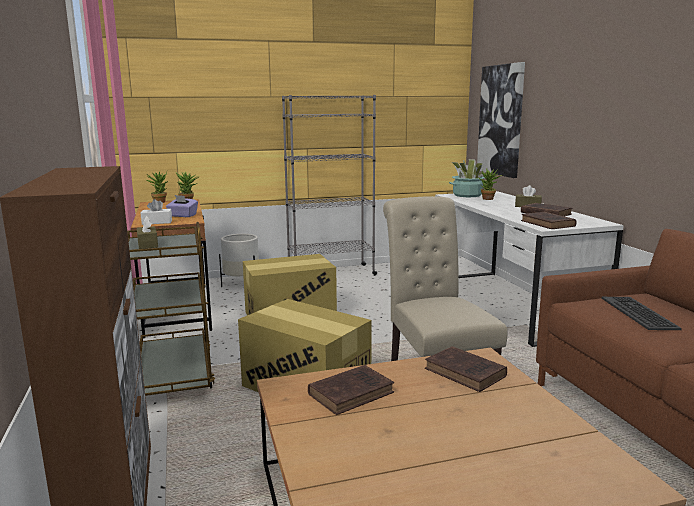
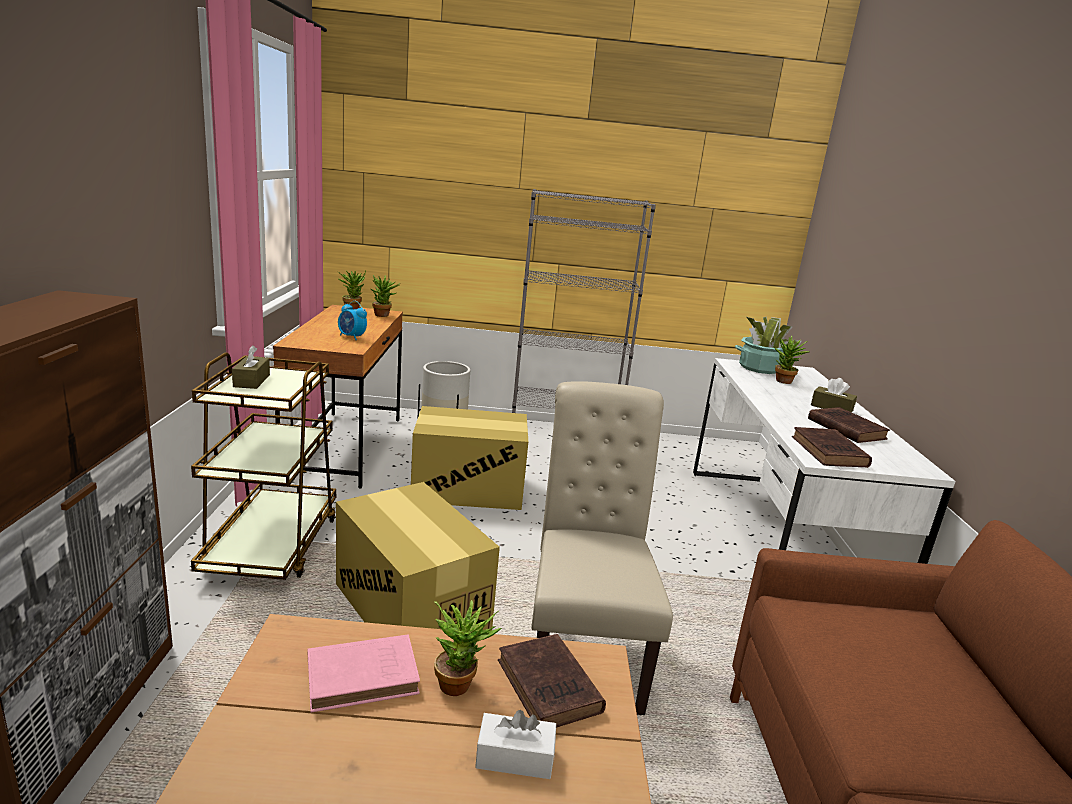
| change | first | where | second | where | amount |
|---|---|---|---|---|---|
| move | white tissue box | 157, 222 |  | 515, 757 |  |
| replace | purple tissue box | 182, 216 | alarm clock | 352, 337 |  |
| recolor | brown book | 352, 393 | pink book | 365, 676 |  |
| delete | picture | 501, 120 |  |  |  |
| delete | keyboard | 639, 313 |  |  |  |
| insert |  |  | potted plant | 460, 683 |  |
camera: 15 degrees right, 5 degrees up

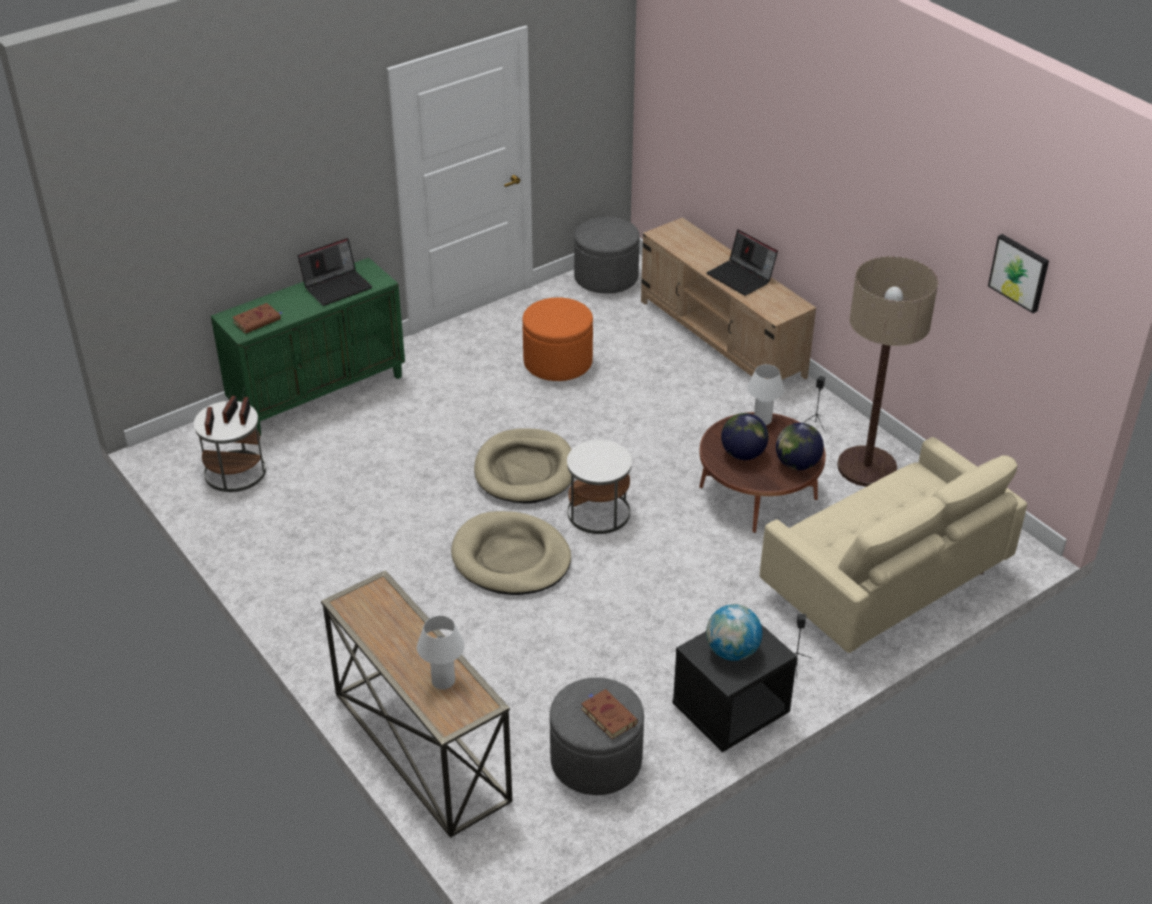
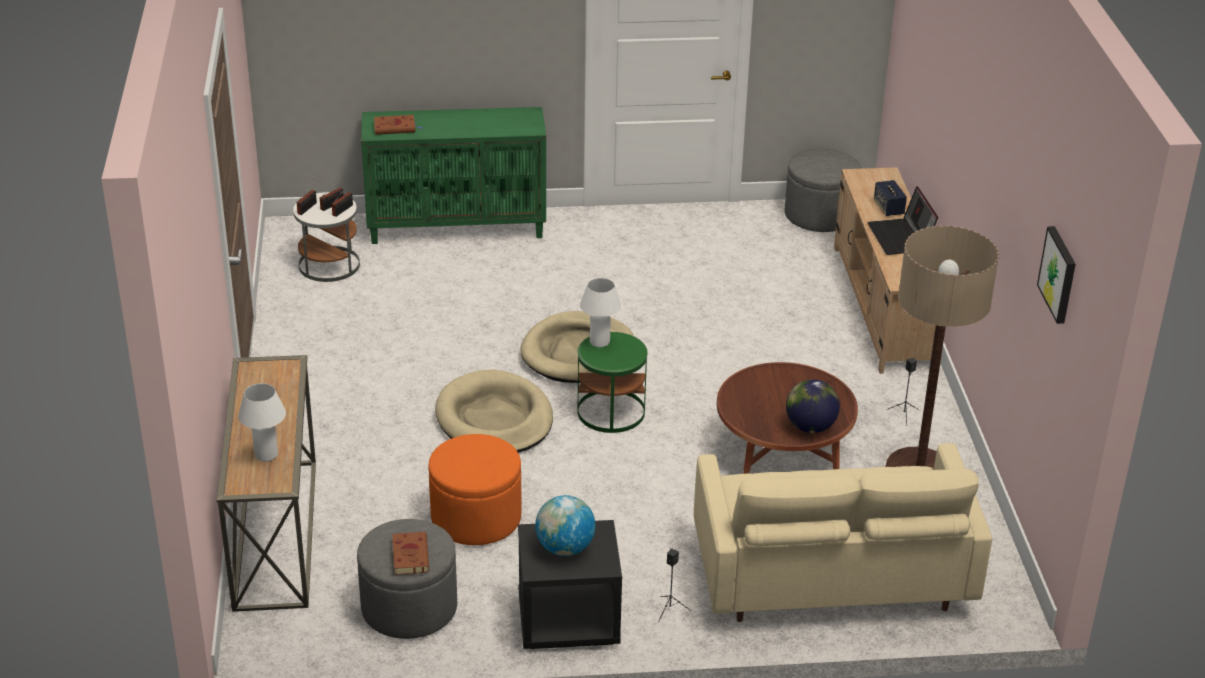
| change | first | where | second | where | amount |
|---|---|---|---|---|---|
| delete | laptop | 337, 286 |  |  |  |
| move | orange ottoman | 558, 362 |  | 476, 518 |  |
| recolor | white side table | 599, 512 | green side table | 611, 412 |  |
| delete | globe | 743, 454 |  |  |  |
| move | white table lamp | 762, 420 |  | 599, 342 |  |
| insert |  |  | speaker | 888, 208 |  |
camera: 30 degrees right, 5 degrees down

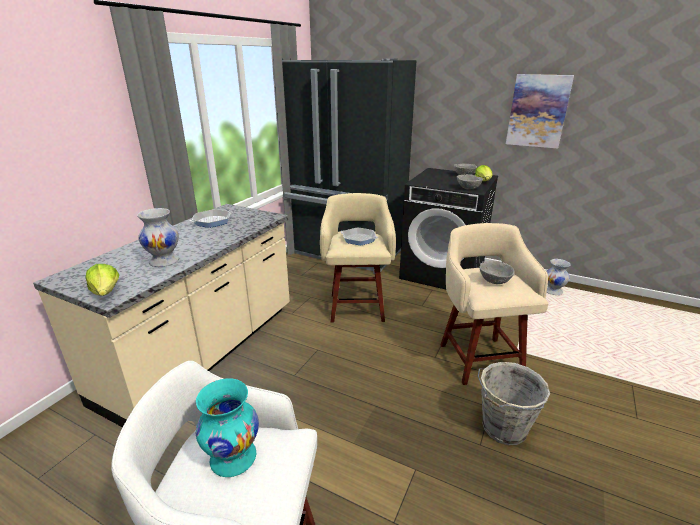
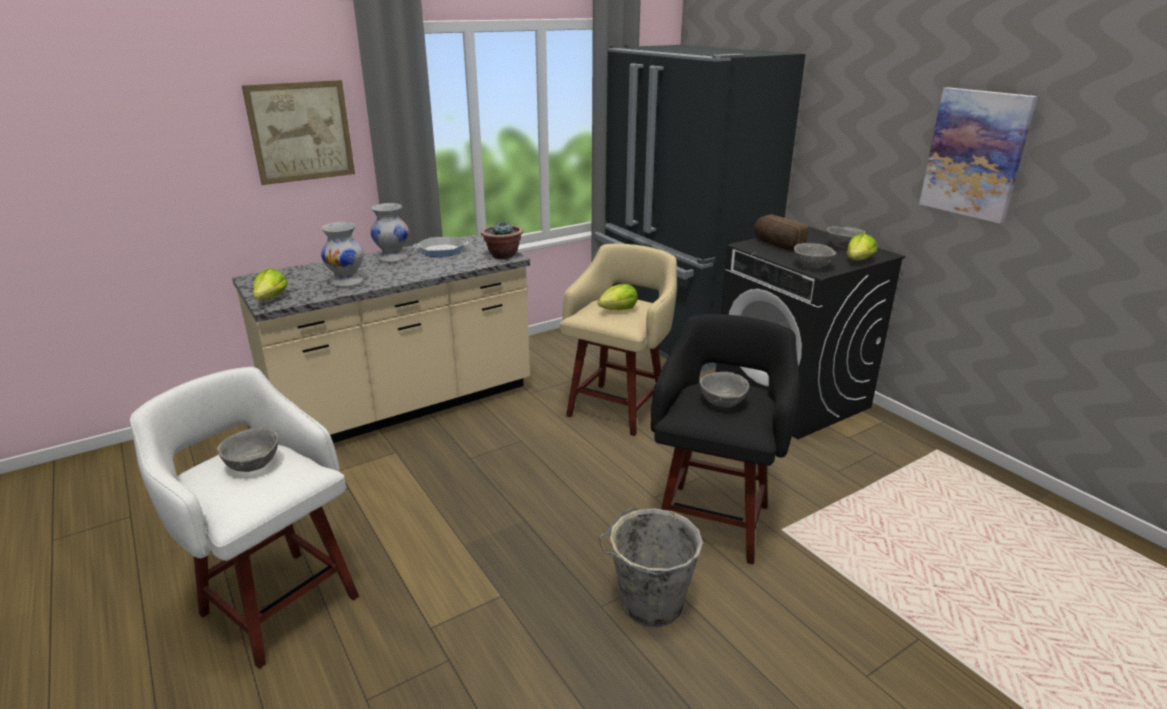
| change | first | where | second | where | amount |
|---|---|---|---|---|---|
| replace | turquoise vase | 233, 457 | grey bowl | 254, 464 |  |
| replace | frying pan | 359, 239 | lettuce | 618, 310 |  |
| recolor | beige stool | 479, 358 | black stool | 713, 519 |  |
| move | white vase | 553, 291 |  | 393, 258 |  |
| insert |  |  | picture | 301, 132 |  |
| insert |  |  | potted plant | 503, 255 |  |
| insert |  |  | bread | 776, 245 |  |
camera: 30 degrees right, 0 degrees up

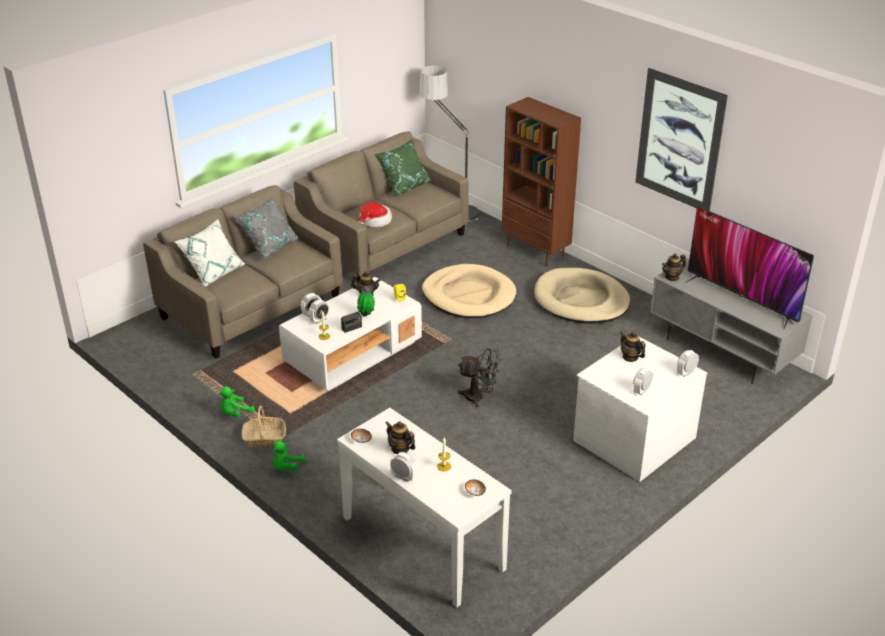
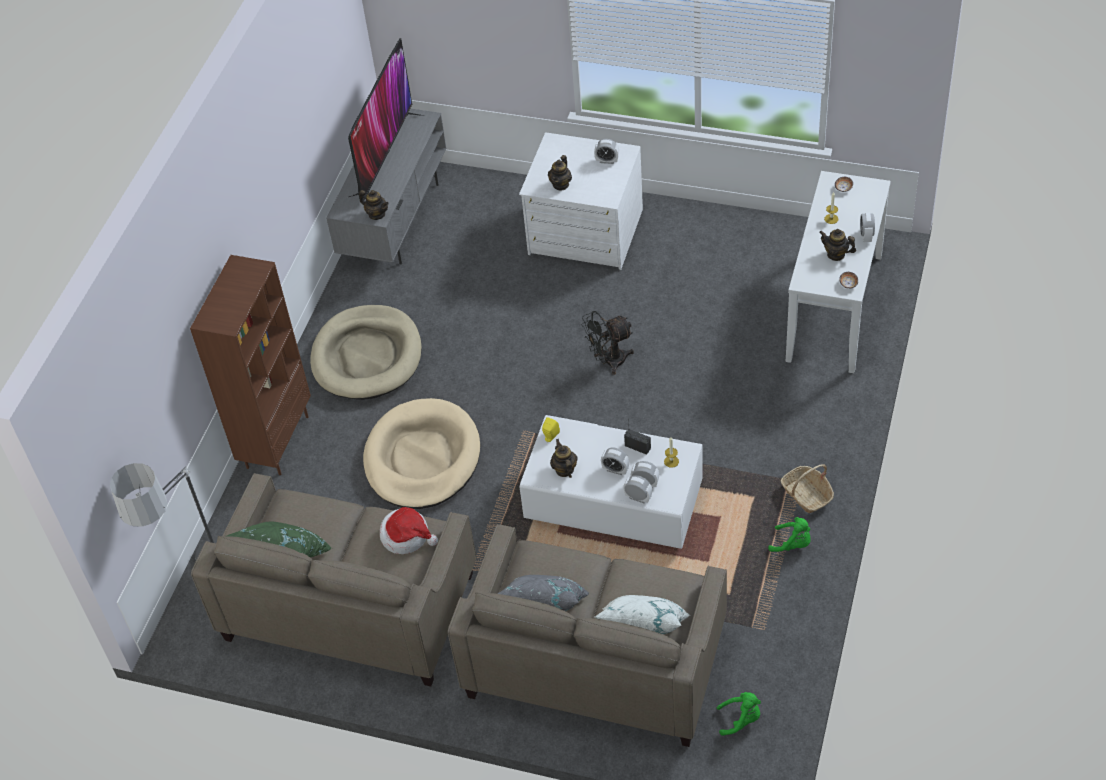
| change | first | where | second | where | amount |
|---|---|---|---|---|---|
| move | green plush toy | 286, 467 |  | 741, 720 |  |
| delete | potted plant | 366, 315 |  |  |  |
| rotate | teapot | 400, 449 |  | 836, 254 | 105 degrees clockwise |
| rotate | black fan | 479, 398 |  | 609, 361 | 105 degrees counterclockwise |
| delete | picture | 679, 140 |  |  |  |
| move | alarm clock | 686, 372 |  | 615, 470 |  |
camera: 115 degrees left, 15 degrees up

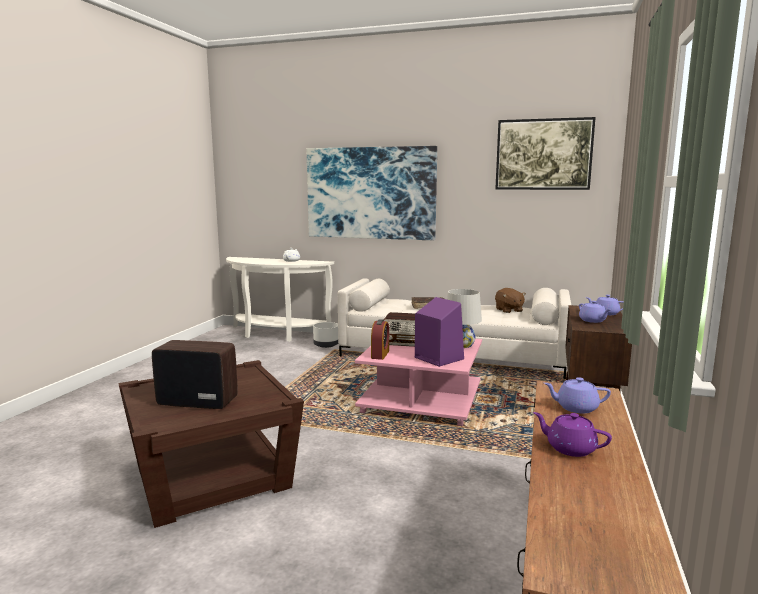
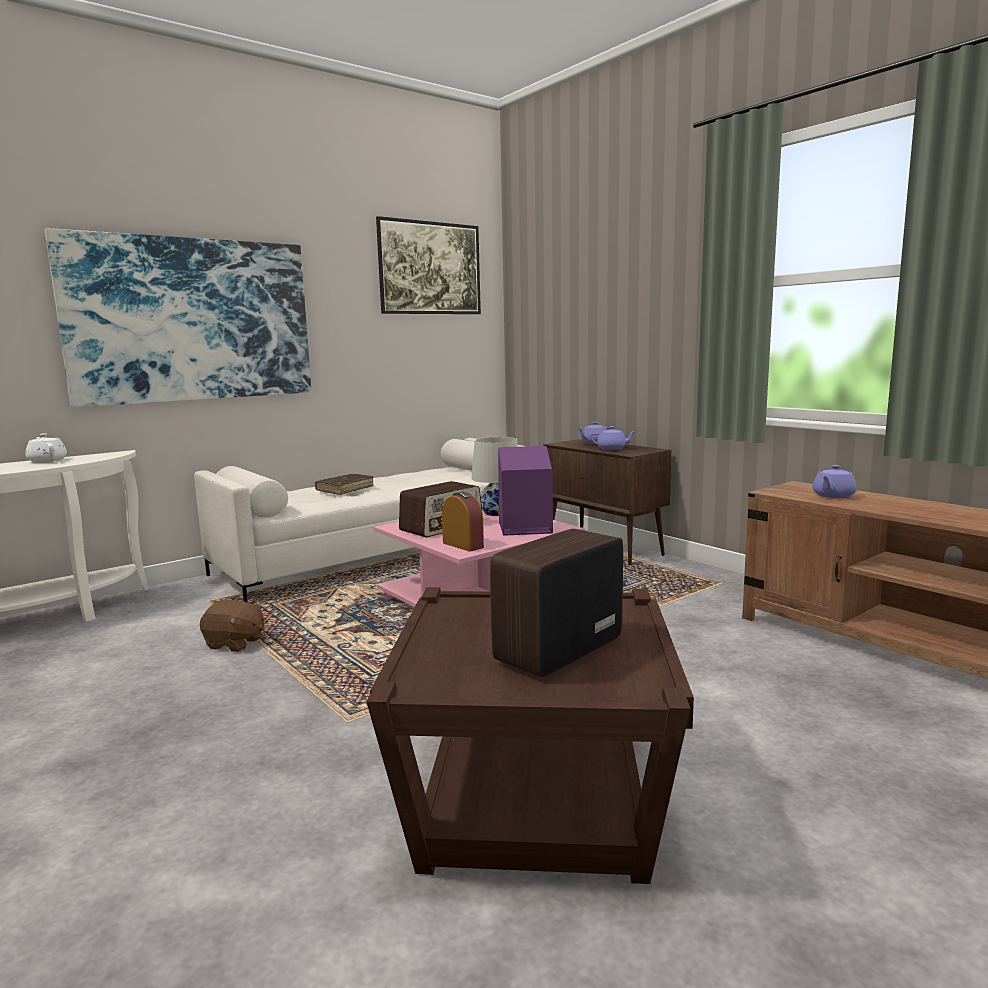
| change | first | where | second | where | amount |
|---|---|---|---|---|---|
| delete | white planter | 326, 345 |  |  |  |
| move | brown plush toy | 508, 310 |  | 235, 643 |  |
| delete | purple teapot | 569, 448 |  |  |  |
camera: 55 degrees left, 0 degrees up

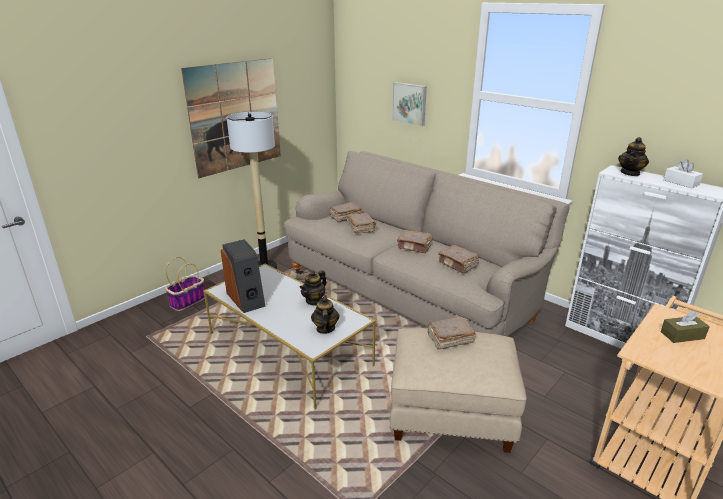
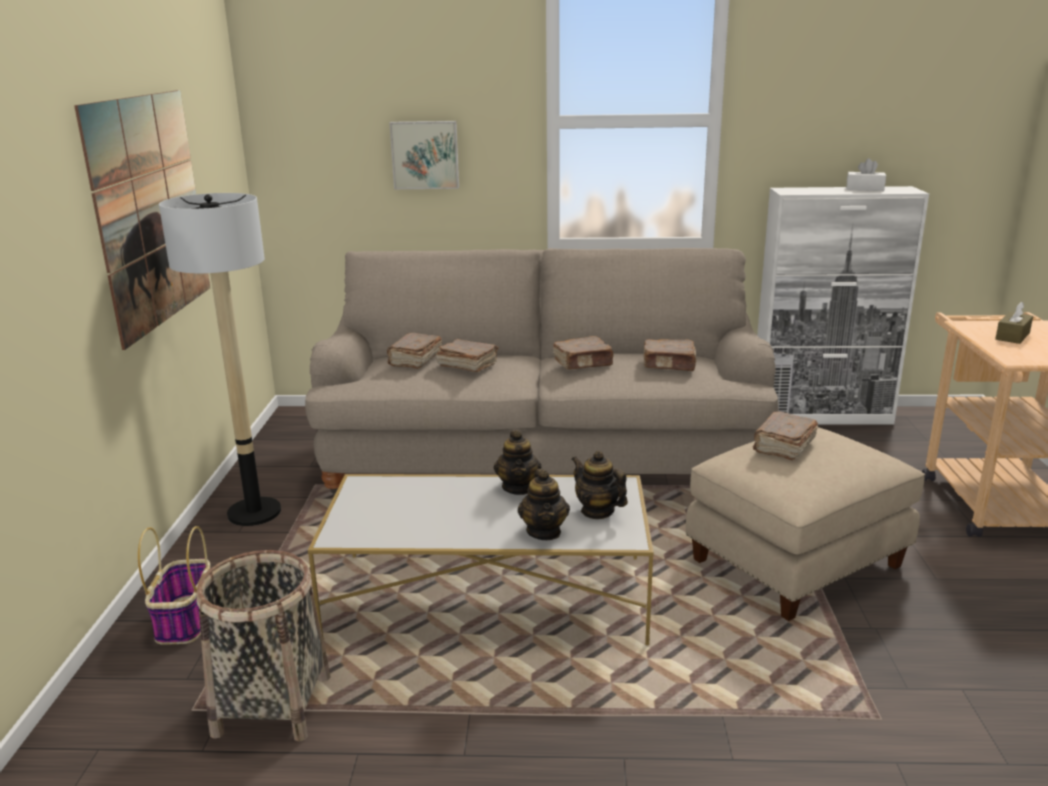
| change | first | where | second | where | amount |
|---|---|---|---|---|---|
| delete | speaker | 246, 299 |  |  |  |
| move | teapot | 630, 173 |  | 544, 531 |  |
| insert |  |  | basket | 273, 705 |  |
camera: 40 degrees left, 5 degrees down

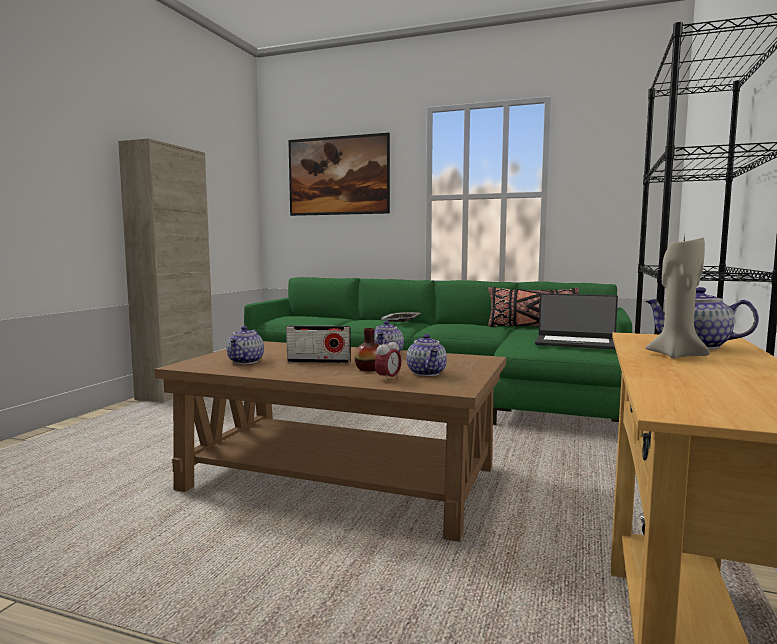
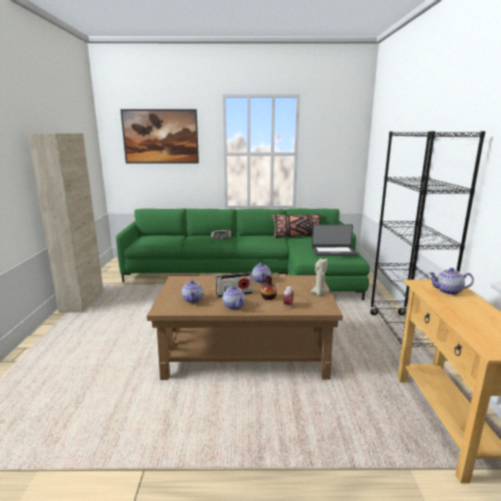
| change | first | where | second | where | amount |
|---|---|---|---|---|---|
| move | teapot | 427, 373 |  | 234, 306 |  |
| move | beige candle | 676, 355 |  | 319, 293 |  |
camera: 20 degrees left, 10 degrees up

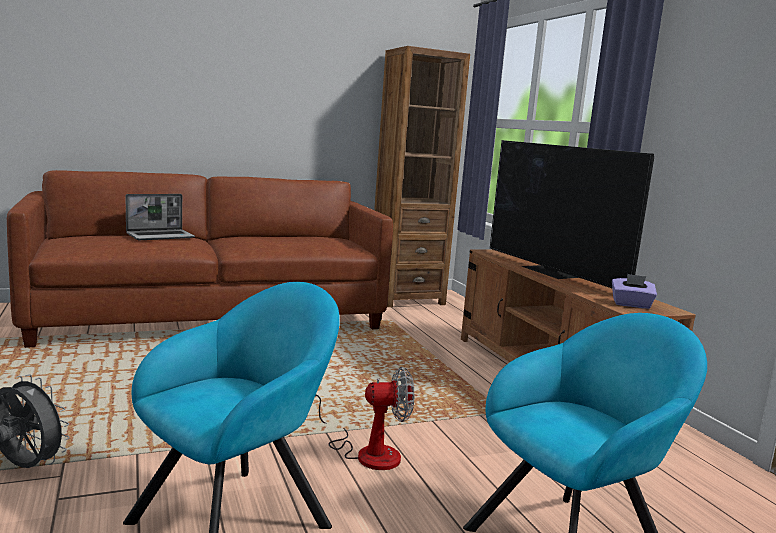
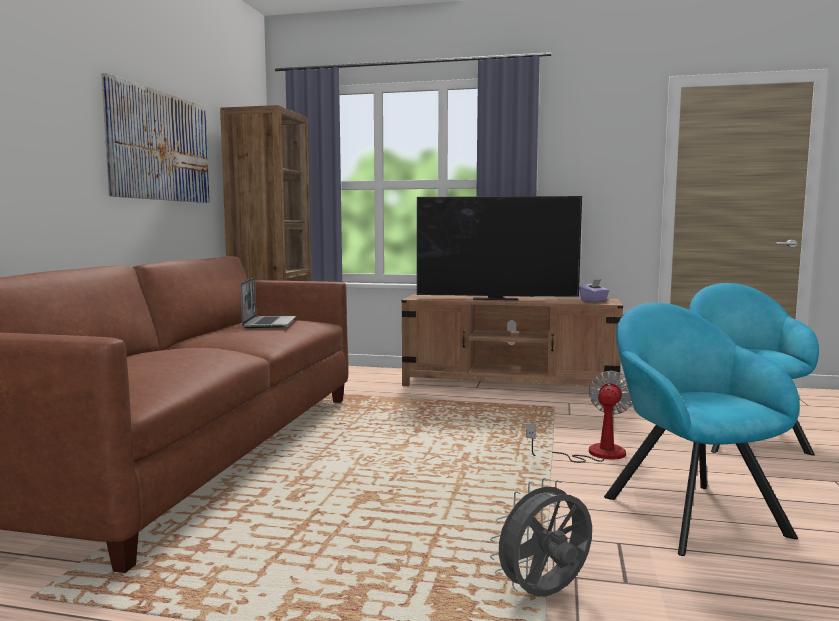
| change | first | where | second | where | amount |
|---|---|---|---|---|---|
| move | laptop | 161, 236 |  | 269, 323 |  |
| insert |  |  | picture | 160, 146 |  |
camera: 55 degrees left, 5 degrees down

